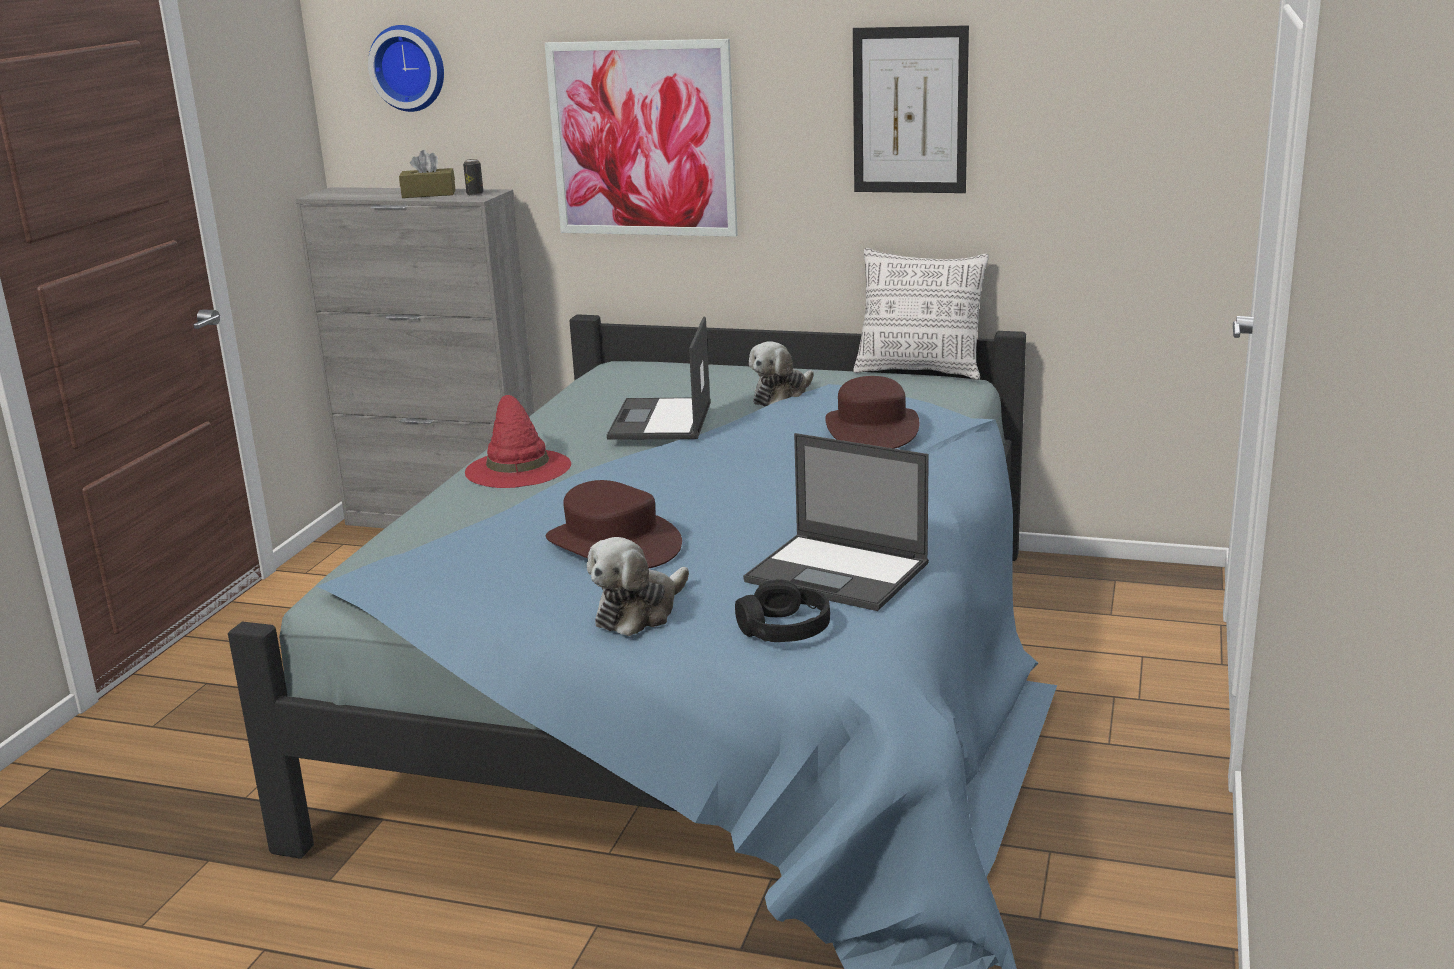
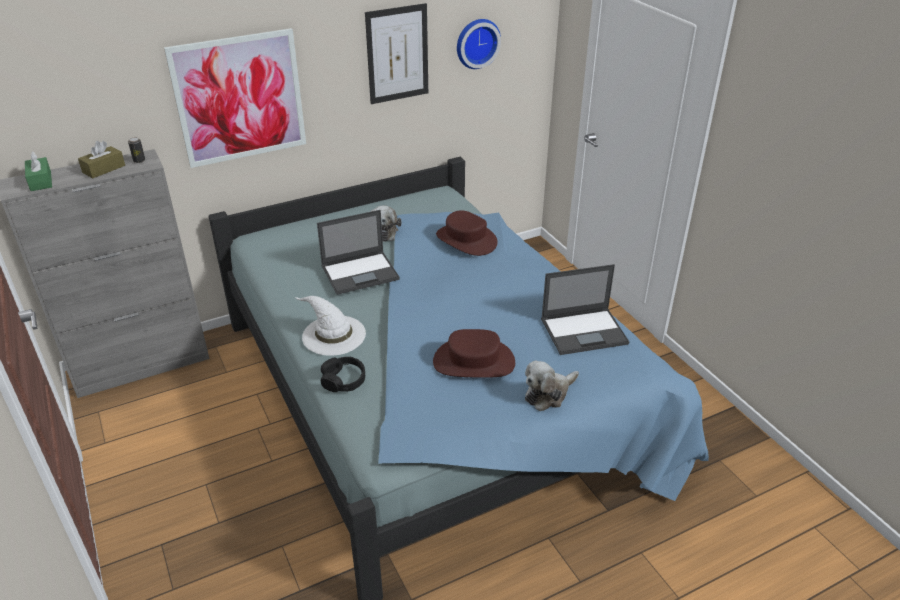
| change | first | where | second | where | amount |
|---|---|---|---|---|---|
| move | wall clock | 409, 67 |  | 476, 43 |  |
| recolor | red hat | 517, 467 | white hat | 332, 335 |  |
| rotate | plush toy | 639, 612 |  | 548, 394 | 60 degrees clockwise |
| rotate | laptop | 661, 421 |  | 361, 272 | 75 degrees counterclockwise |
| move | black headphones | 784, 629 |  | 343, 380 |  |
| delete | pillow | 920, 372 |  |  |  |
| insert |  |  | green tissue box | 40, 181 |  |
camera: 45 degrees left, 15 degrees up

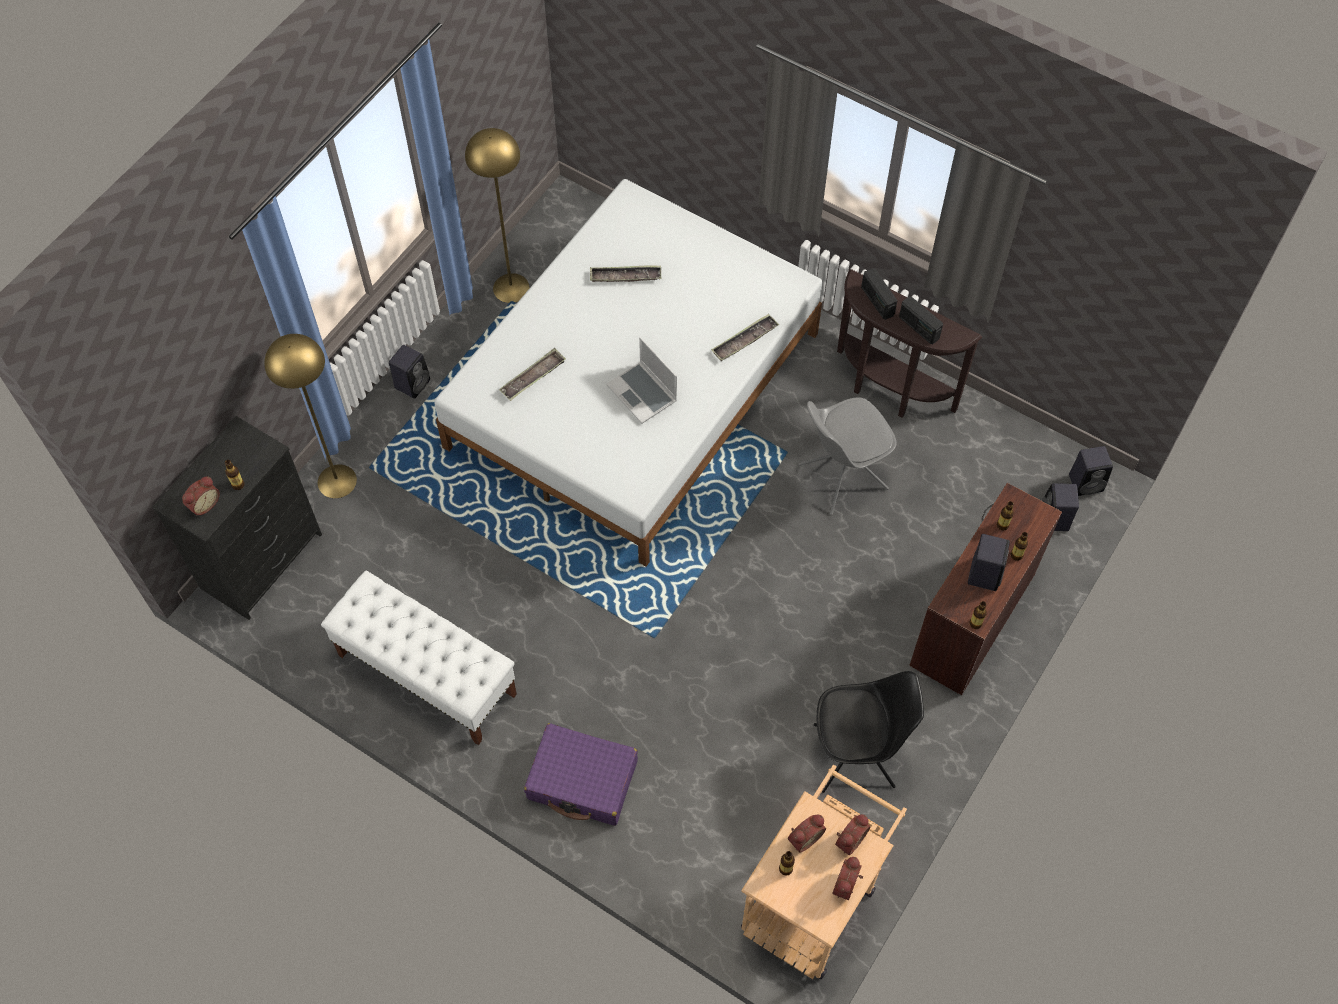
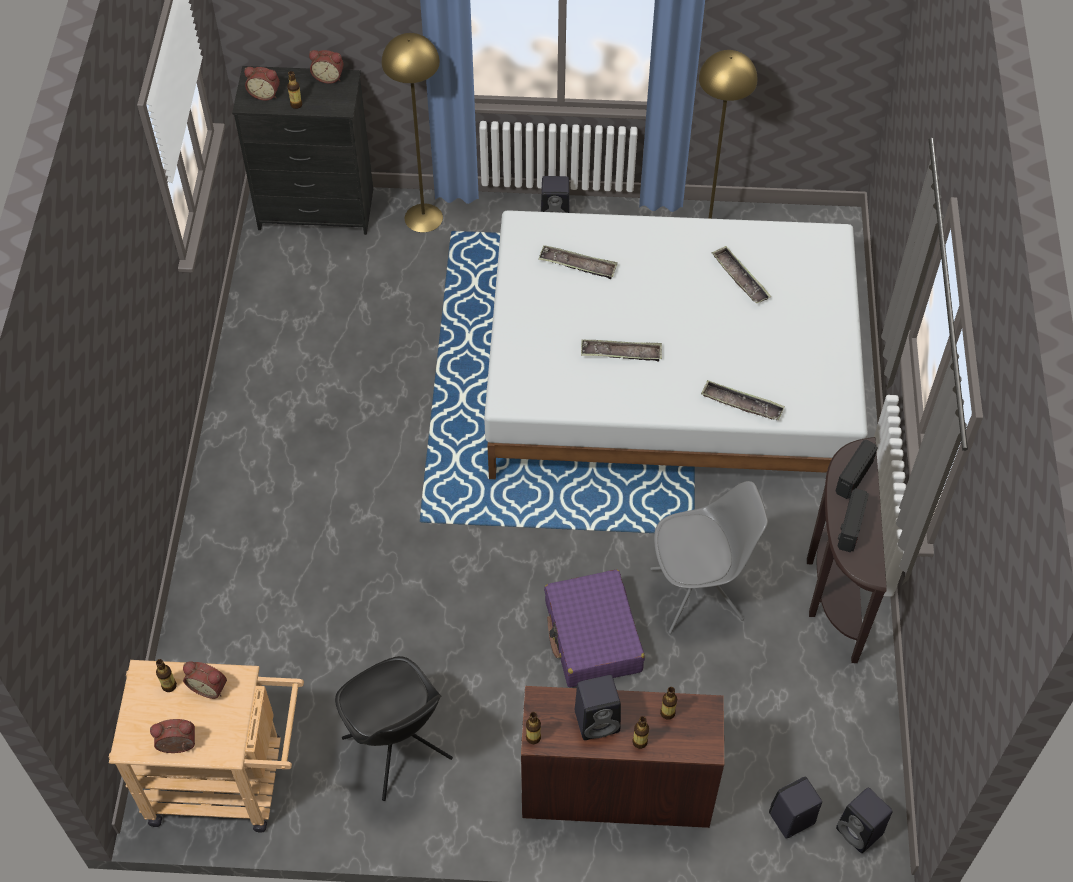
| change | first | where | second | where | amount |
|---|---|---|---|---|---|
| delete | white bench | 426, 674 |  |  |  |
| move | purple suitcase | 583, 780 |  | 592, 637 |  |
| replace | laptop | 643, 393 | tray | 621, 353 |  |
| rotate | grey chair | 841, 477 |  | 698, 594 | 135 degrees clockwise |
| move | alarm clock | 849, 839 |  | 328, 77 |  |
camera: 60 degrees right, 5 degrees down

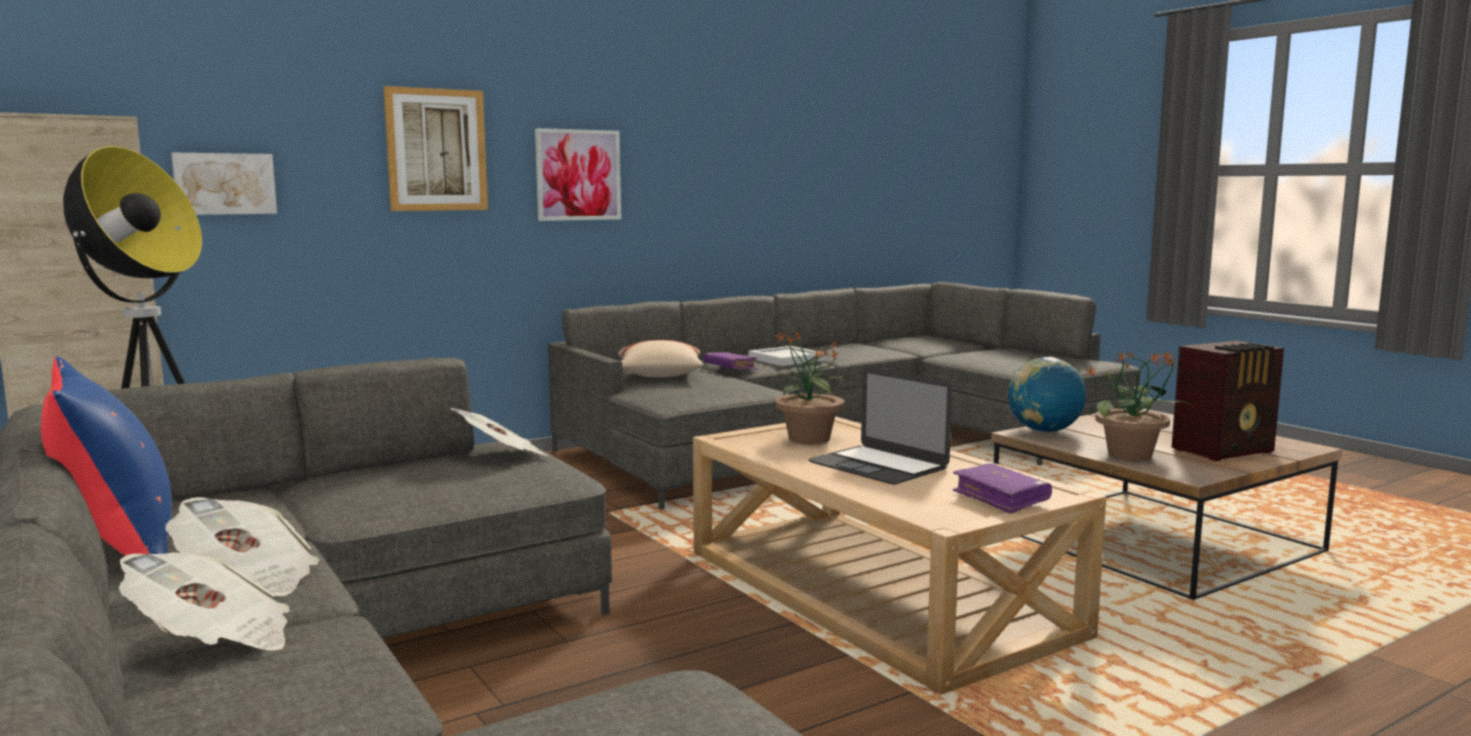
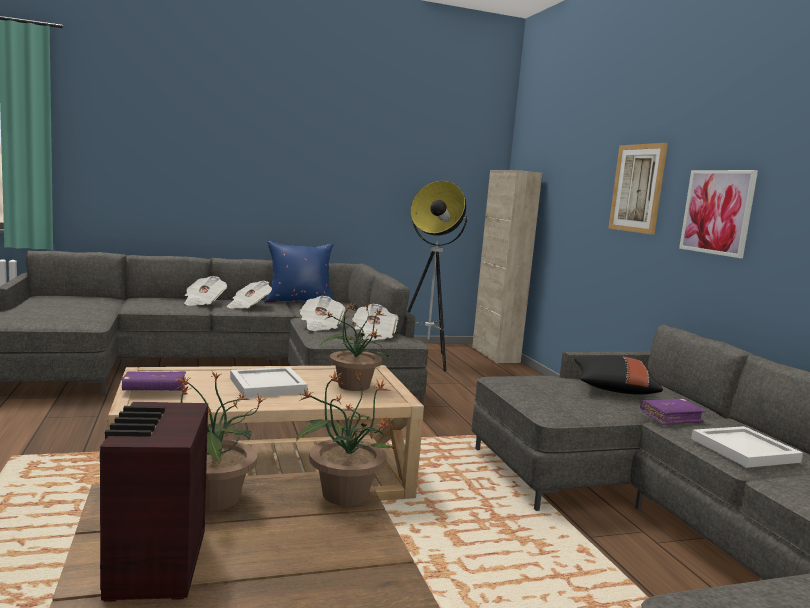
| change | first | where | second | where | amount |
|---|---|---|---|---|---|
| delete | picture | 224, 183 |  |  |  |
| recolor | beige pillow | 660, 376 | black pillow | 613, 389 |  |
| replace | laptop | 878, 465 | white tray | 267, 386 |  |
| replace | globe | 1044, 431 | potted plant | 344, 493 |  |
| insert |  |  | newspaper | 320, 326 |  |
camera: 105 degrees right, 0 degrees up

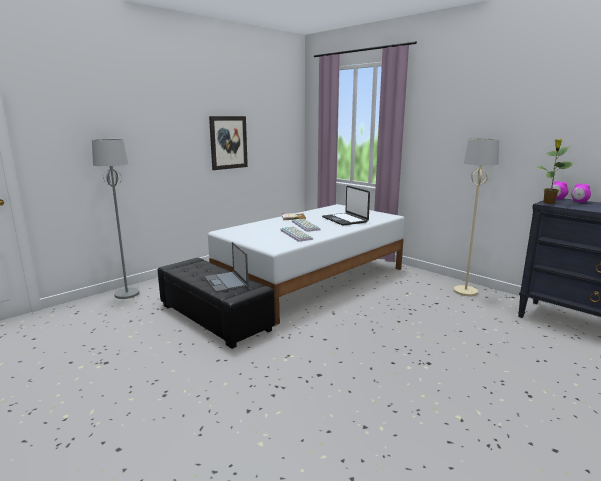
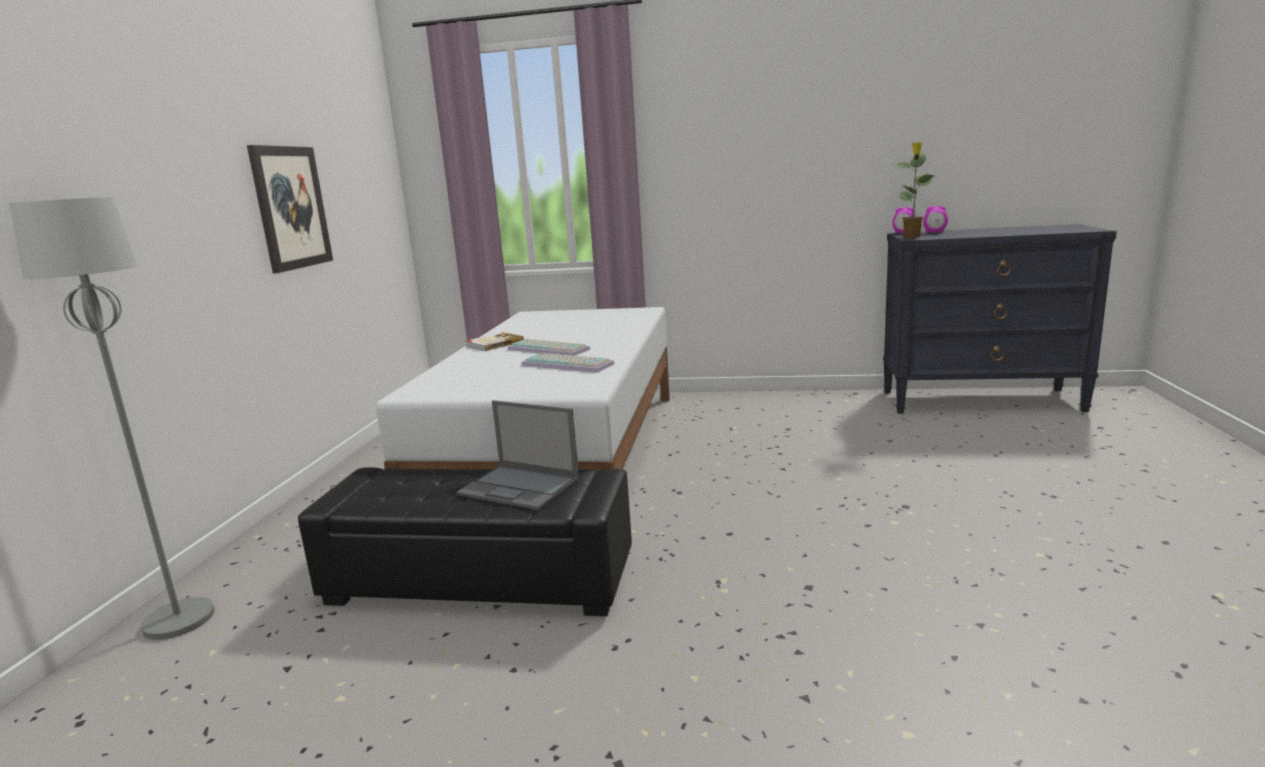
| change | first | where | second | where | amount |
|---|---|---|---|---|---|
| delete | laptop | 345, 220 |  |  |  |
| delete | beige floor lamp | 465, 291 |  |  |  |
camera: 35 degrees left, 0 degrees up

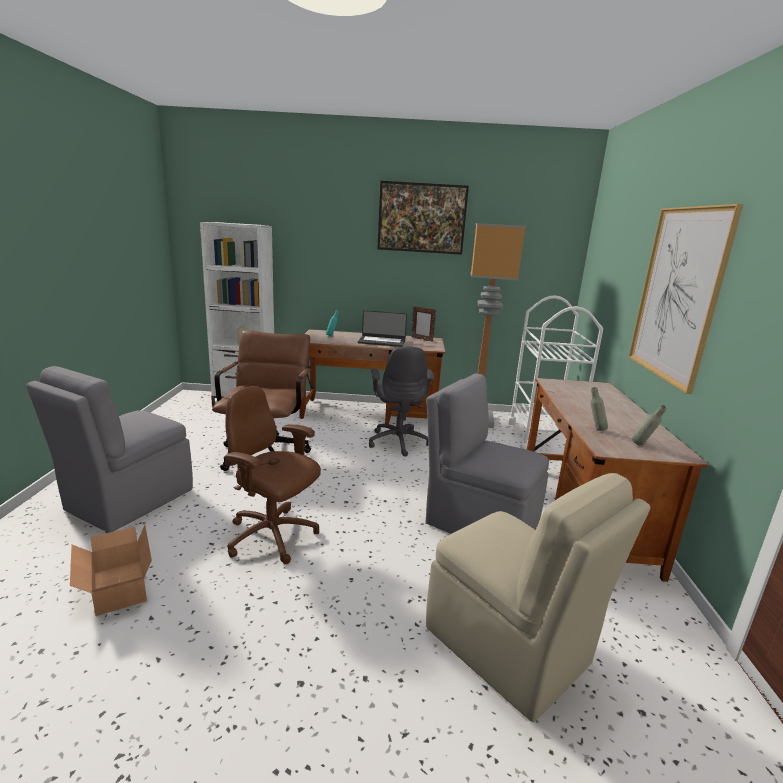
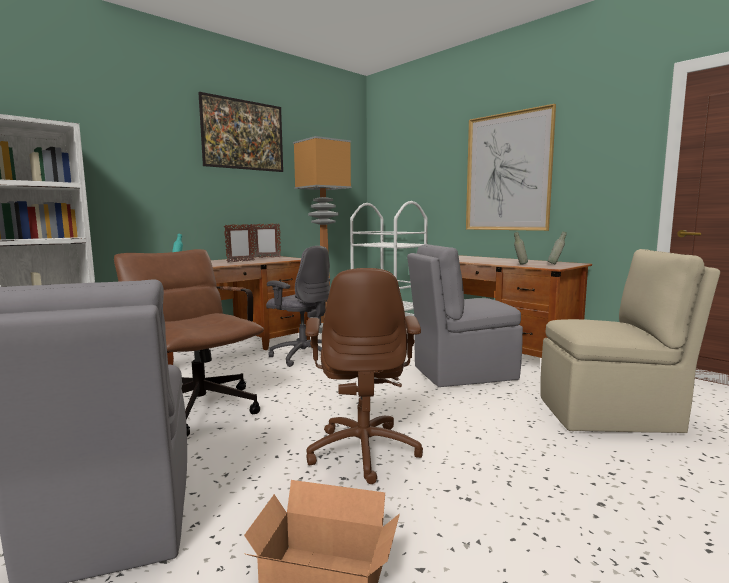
| change | first | where | second | where | amount |
|---|---|---|---|---|---|
| rotate | brown office chair | 272, 537 |  | 364, 451 | 75 degrees counterclockwise |
| replace | laptop | 382, 341 | picture frame | 240, 261 |  |
camera: 45 degrees left, 10 degrees down

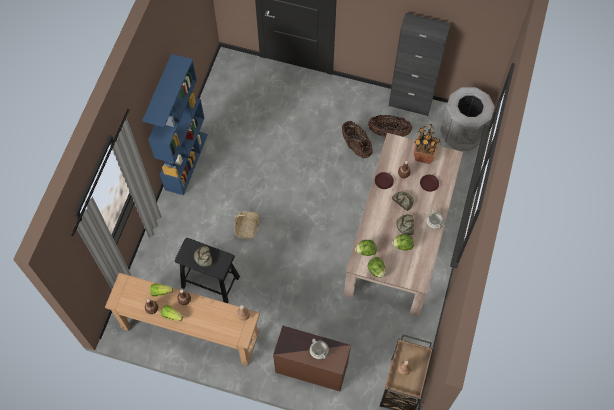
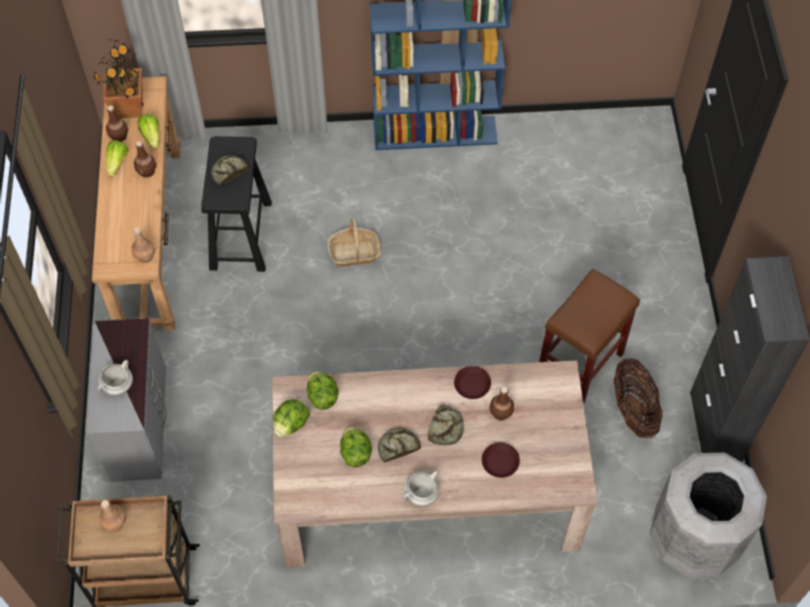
| change | first | where | second | where | amount |
|---|---|---|---|---|---|
| recolor | brown dresser | 311, 367 | grey dresser | 140, 425 |  |
| replace | basket | 356, 146 | brown stool | 579, 365 |  |
| move | potted plant | 423, 156 |  | 128, 108 |  |
camera: 70 degrees right, 5 degrees down

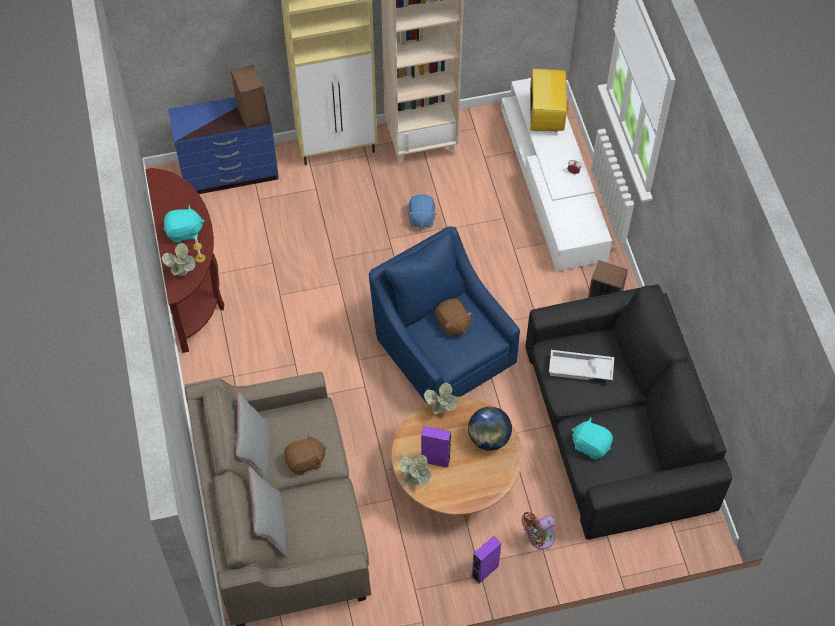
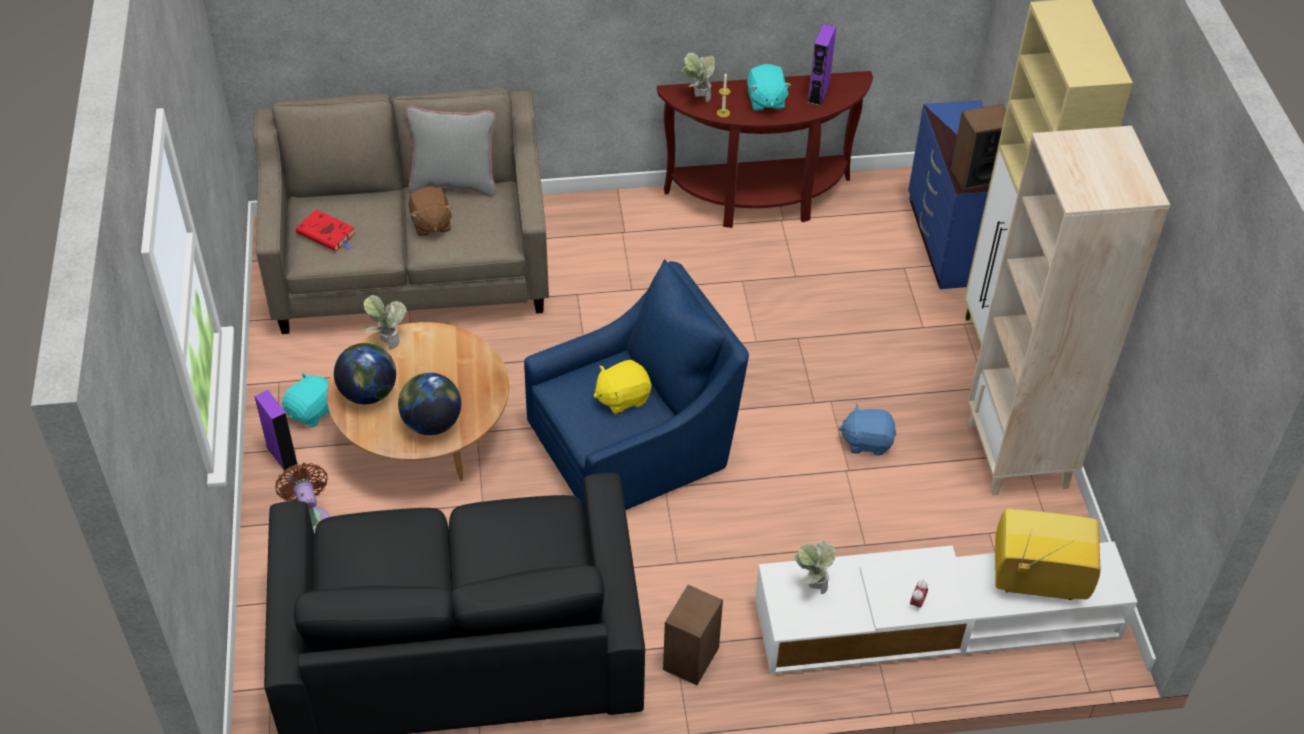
| change | first | where | second | where | amount |
|---|---|---|---|---|---|
| delete | grey pillow | 270, 526 |  |  |  |
| move | purple speaker | 435, 459 |  | 818, 93 |  |
| move | potted plant | 440, 412 |  | 812, 585 |  |
| recolor | brown plush toy | 452, 324 | yellow plush toy | 622, 398 |  |
| delete | white tray | 580, 369 |  |  |  |
| move | turquoise plush toy | 590, 445 |  | 312, 411 |  |
| insert |  |  | red book | 327, 234 |  |
| insert |  |  | globe | 368, 393 |  |
camera: 95 degrees right, 10 degrees down

